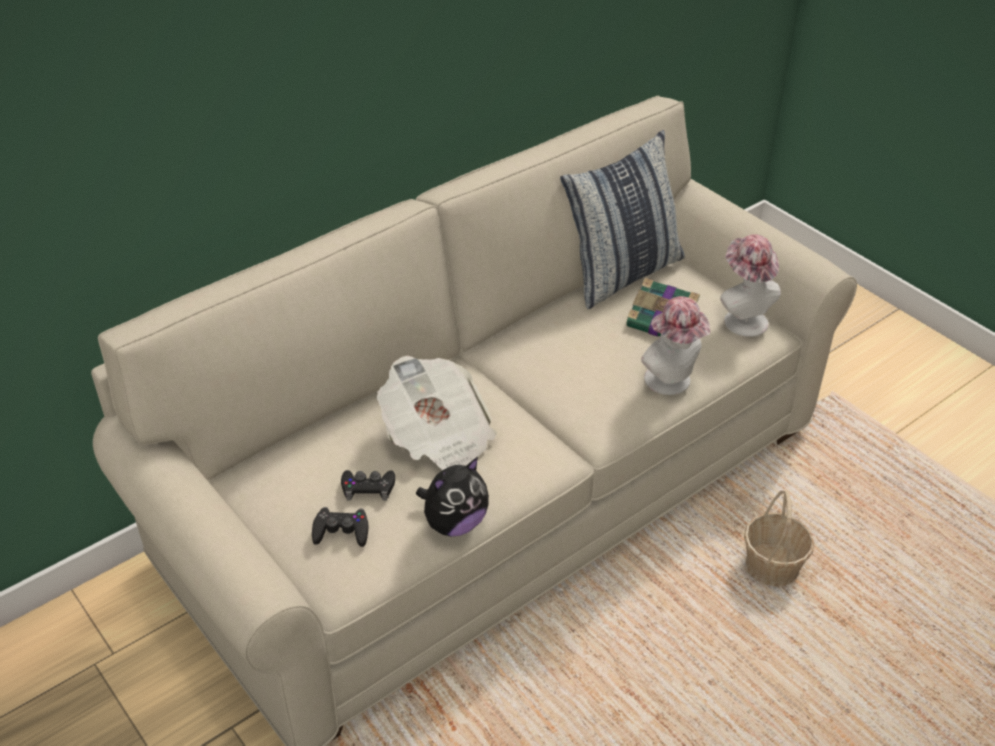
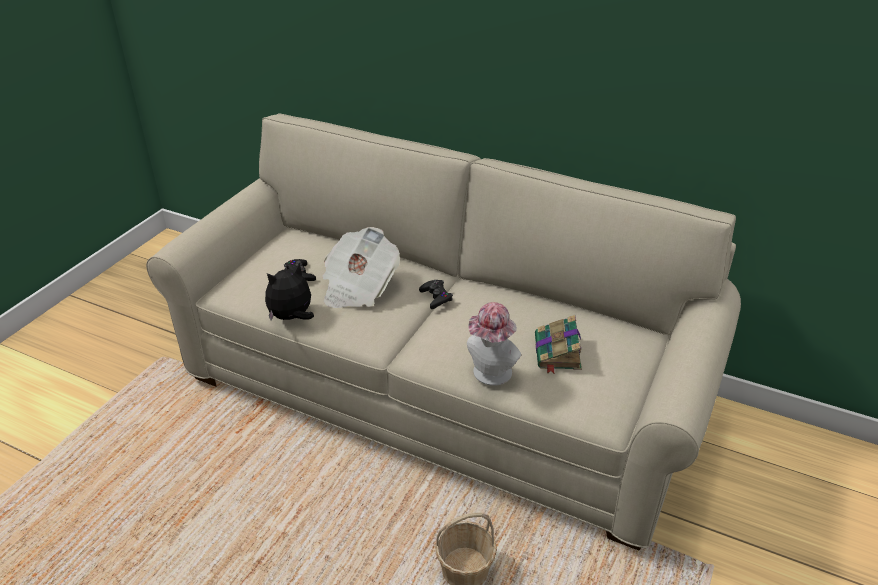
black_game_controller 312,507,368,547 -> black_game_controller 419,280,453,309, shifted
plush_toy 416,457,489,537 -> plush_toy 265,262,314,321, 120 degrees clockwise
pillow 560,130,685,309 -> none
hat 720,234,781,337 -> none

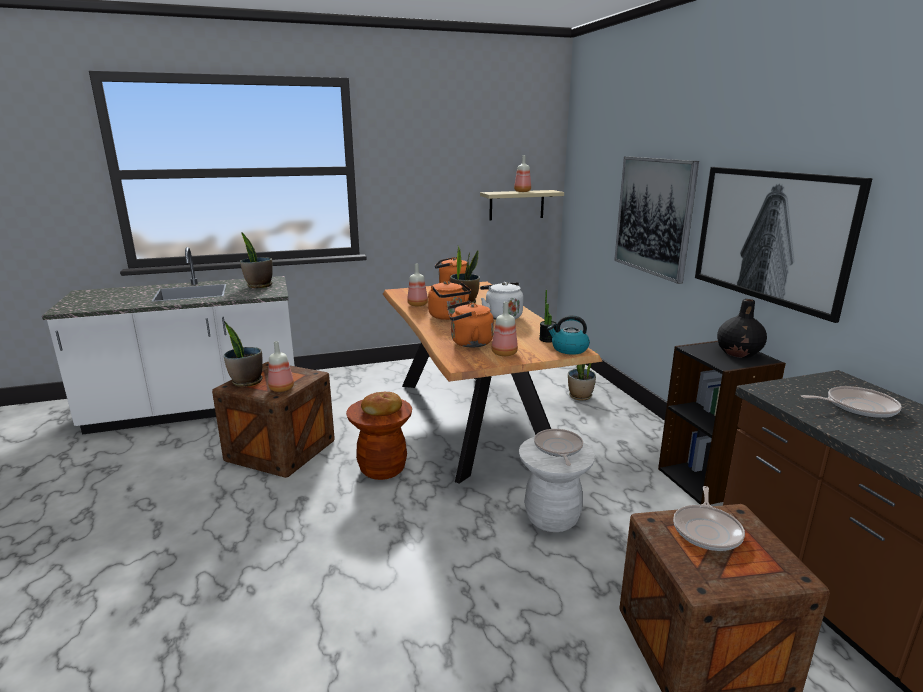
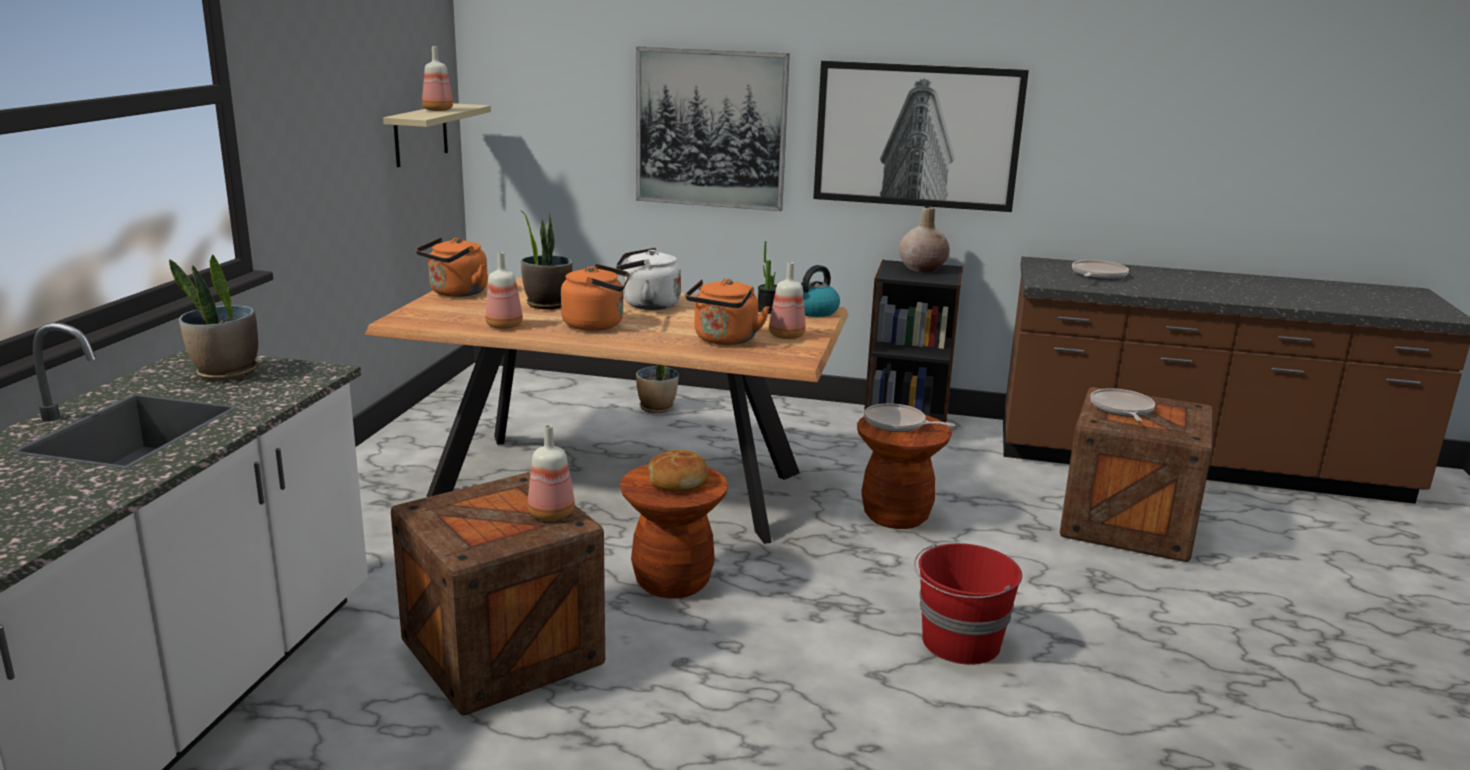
potted_plant 223,321,263,387 -> none
white_stool 519,437,595,532 -> brown_stool 857,415,952,529
frying_pan 673,486,745,551 -> frying_pan 1090,388,1155,421, 135 degrees counterclockwise
black_vase 717,299,767,358 -> beige_vase 899,206,950,272
none -> red_bucket 914,543,1022,665

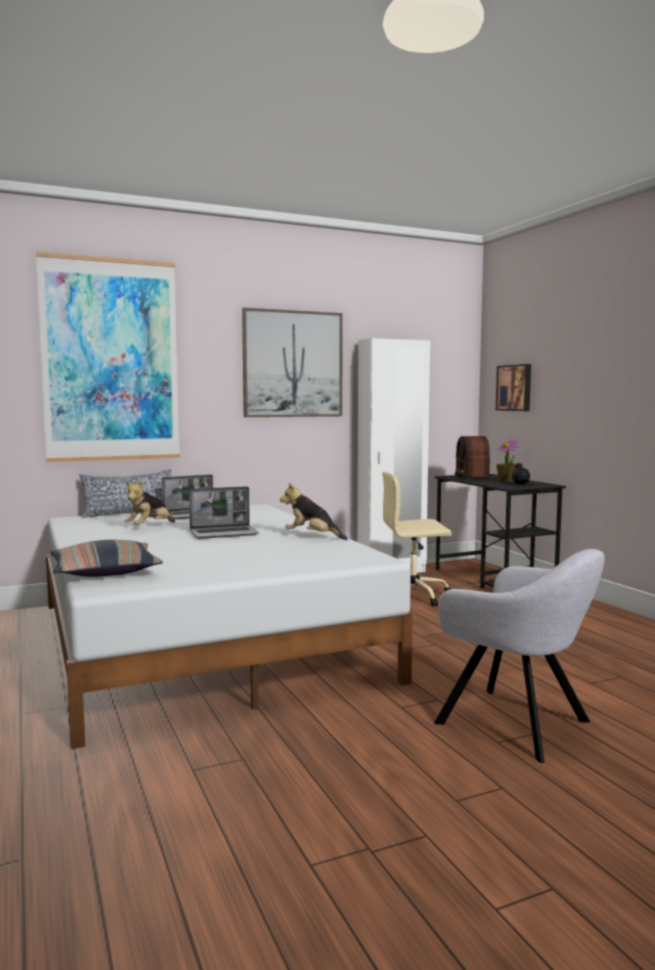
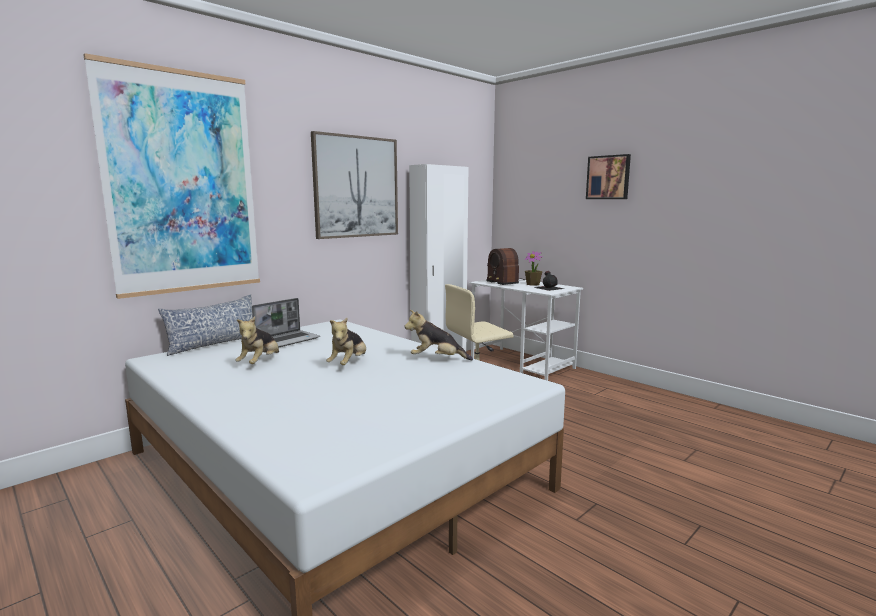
pillow 51,540,163,577 -> none
laptop 189,486,259,539 -> plush_toy 326,318,366,365
grey_armchair 434,549,605,763 -> none
black_desk 435,475,566,588 -> white_desk 470,279,583,381
picture 496,364,531,411 -> picture 586,154,631,199, shifted

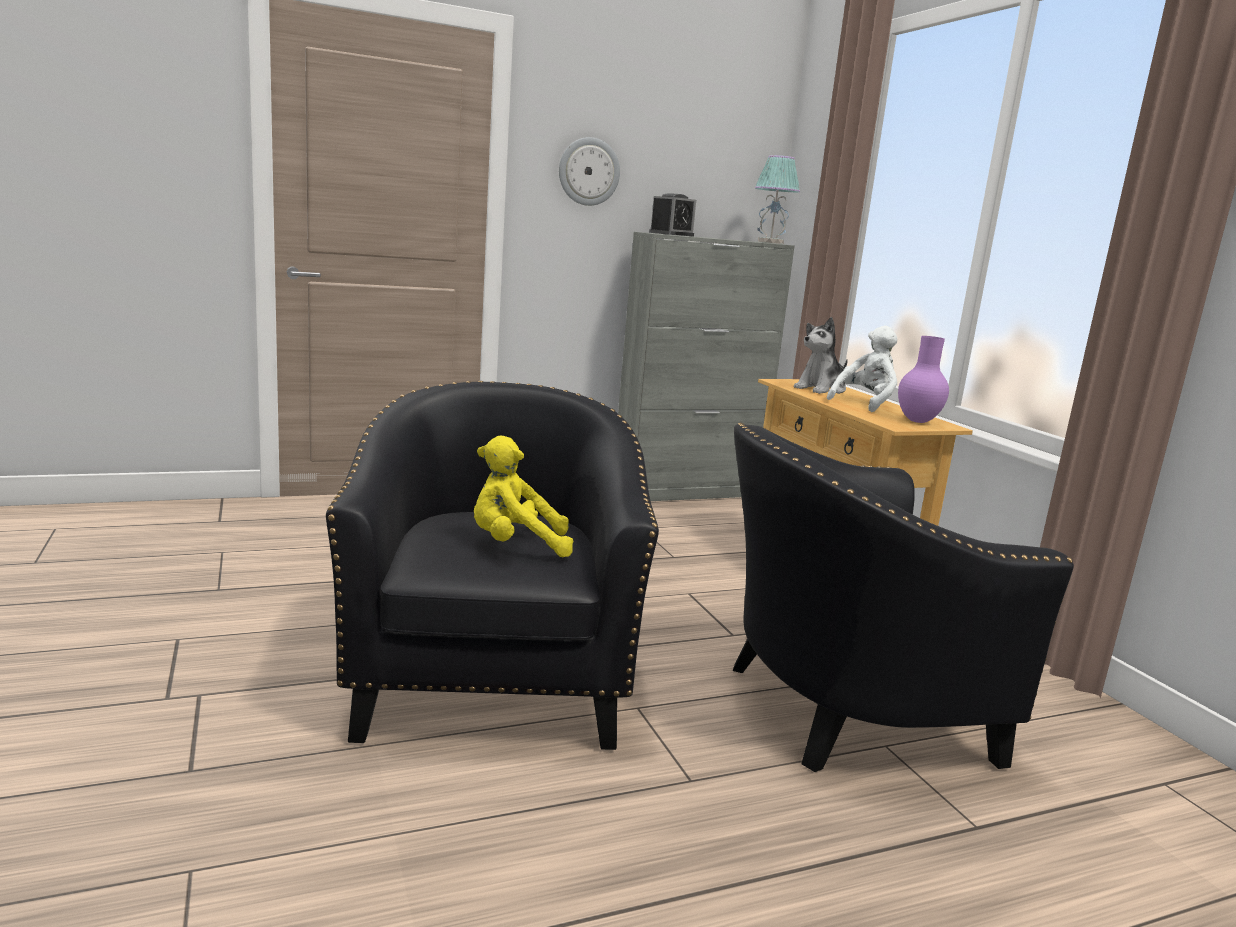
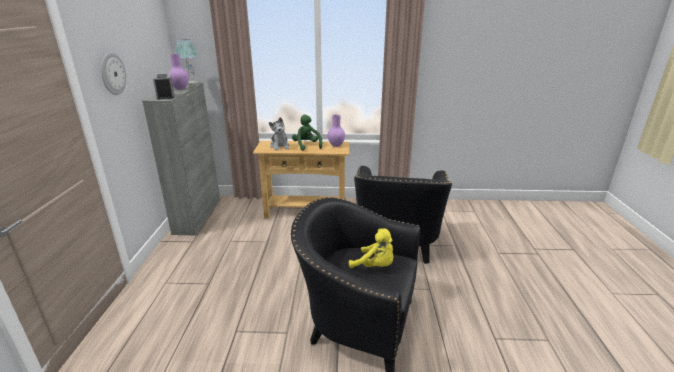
yellow_plush_toy 474,436,574,557 -> yellow_plush_toy 349,228,393,268, 75 degrees counterclockwise
white_plush_toy 827,326,897,412 -> green_plush_toy 292,115,322,151
none -> purple_vase 168,54,189,90

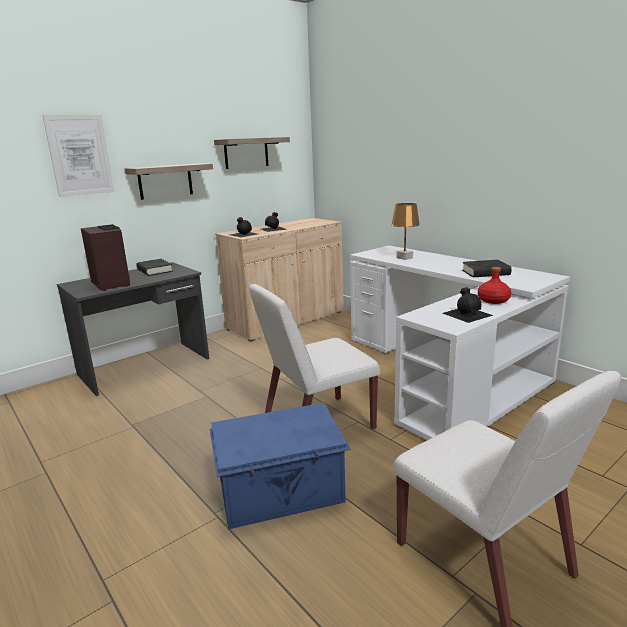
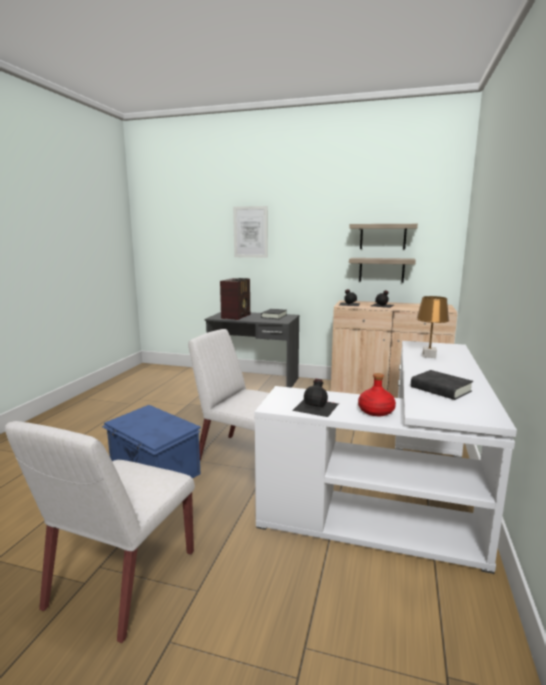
shelf 125,163,213,200 -> shelf 349,258,416,283, shifted

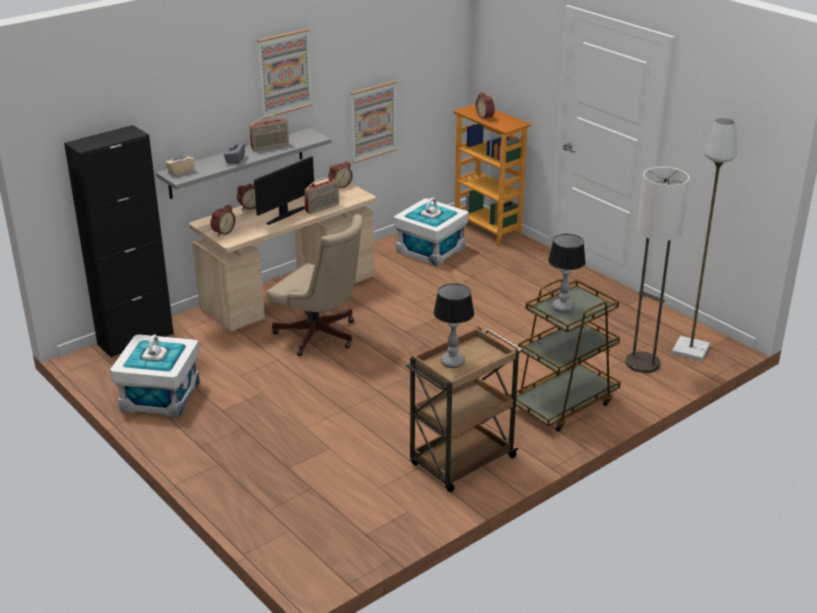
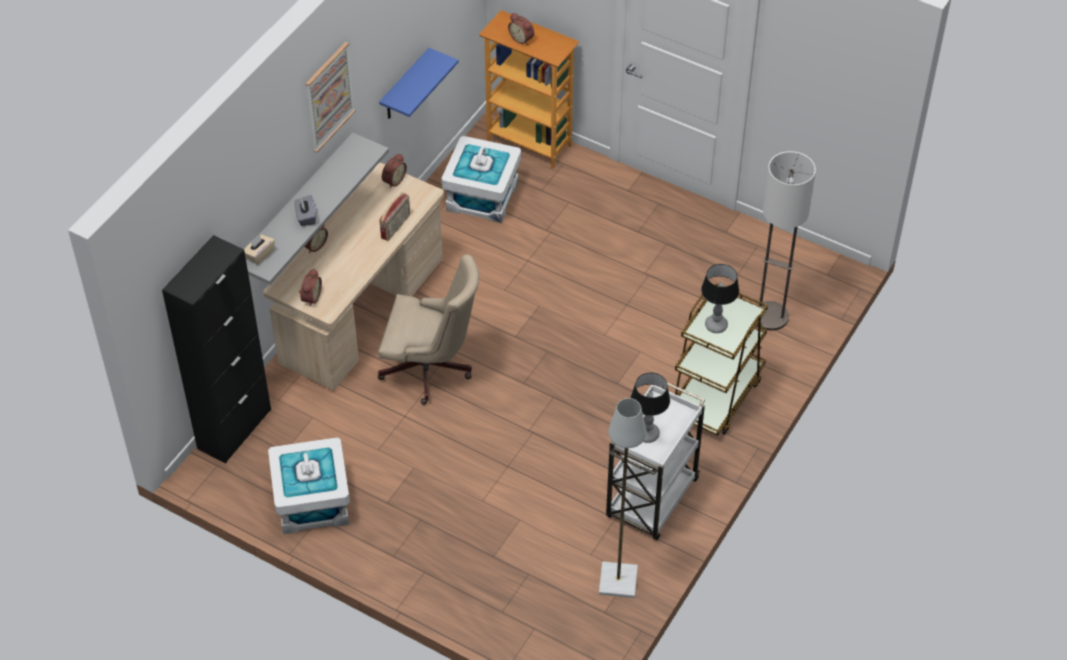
radio 249,115,289,151 -> none
monitor 254,156,314,225 -> none
picture 351,81,397,163 -> blue_shelf 379,48,459,119
brown_cart 406,327,522,492 -> white_cart 606,383,705,540
grey_floor_lamp 672,118,737,361 -> grey_floor_lamp 599,398,646,598, shifted

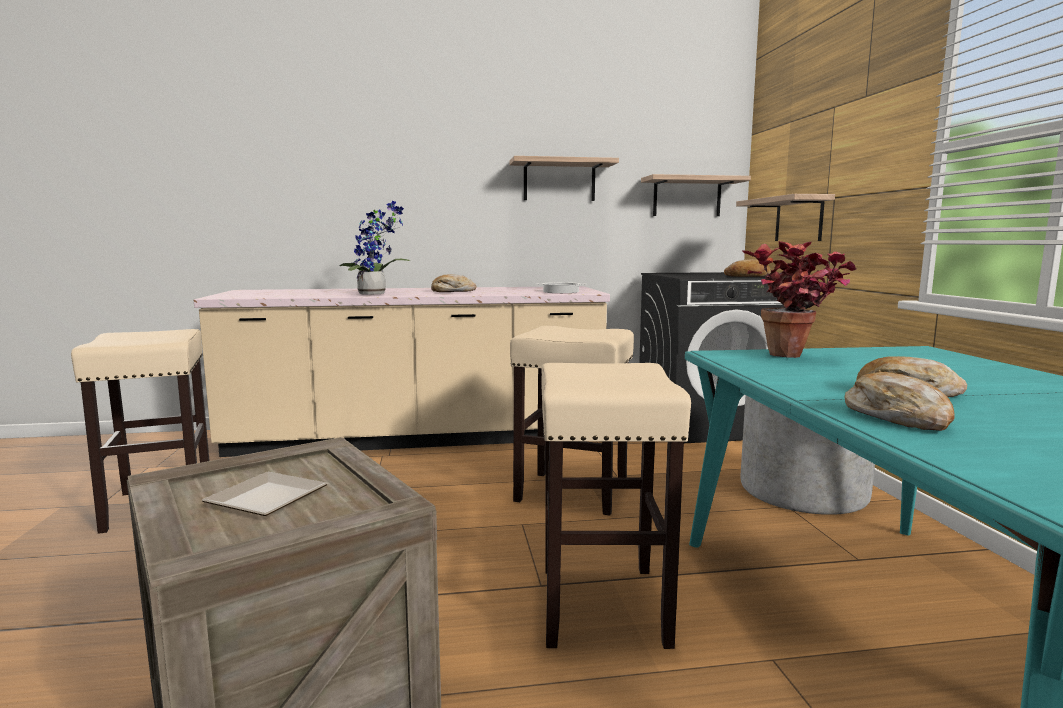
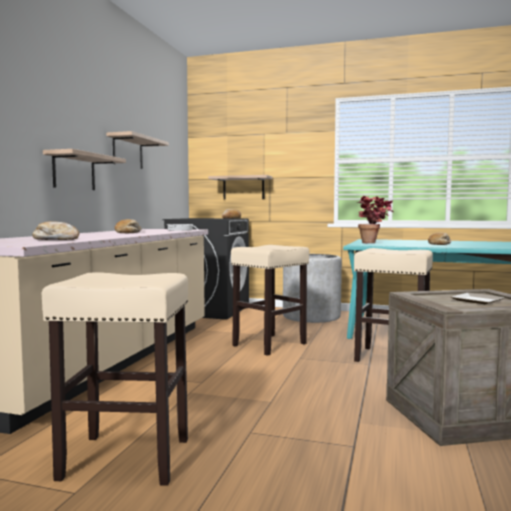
potted_plant 340,201,411,295 -> none
shelf 641,174,751,216 -> shelf 43,149,126,190, shifted
bread 845,372,955,431 -> bread 32,221,79,240, shifted

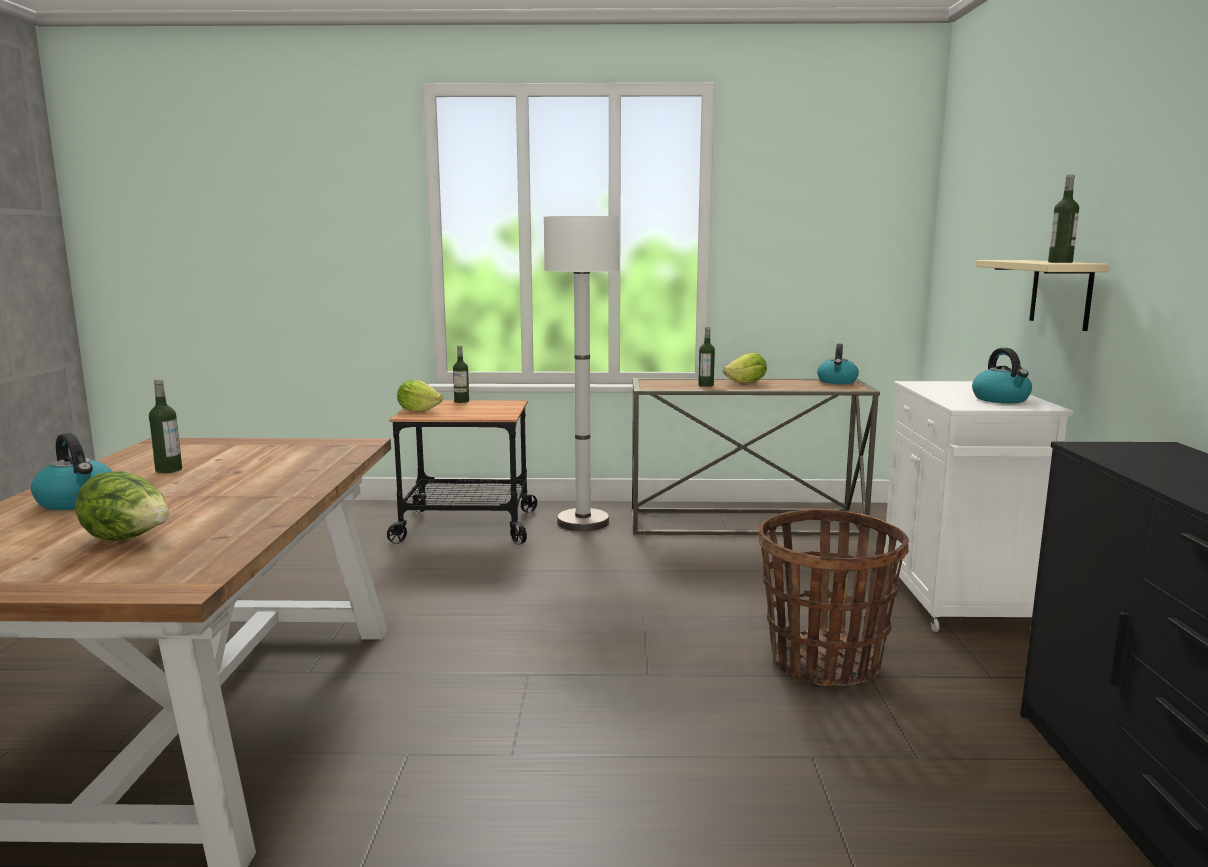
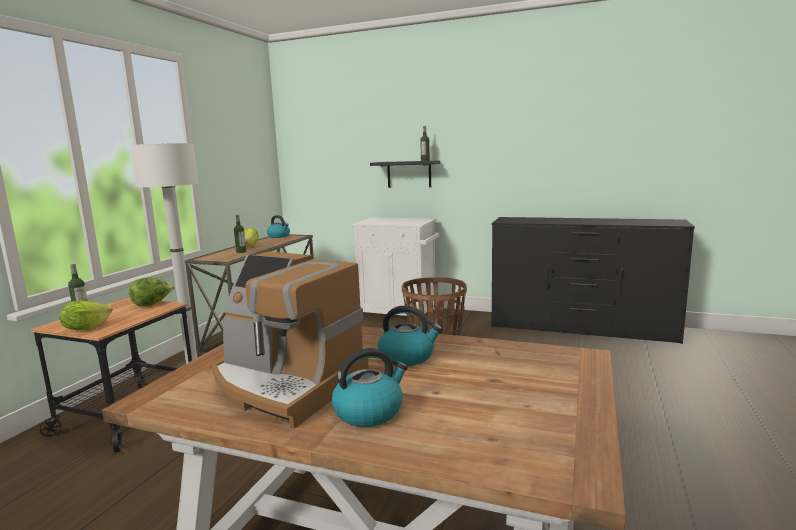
lettuce 76,472,169,541 -> lettuce 129,278,174,306, shifted
bottle 149,379,182,473 -> coffee_machine 212,251,369,429
kettle 972,348,1032,403 -> kettle 378,306,442,366, shifted
beige_shelf 976,260,1110,331 -> black_shelf 370,160,440,188

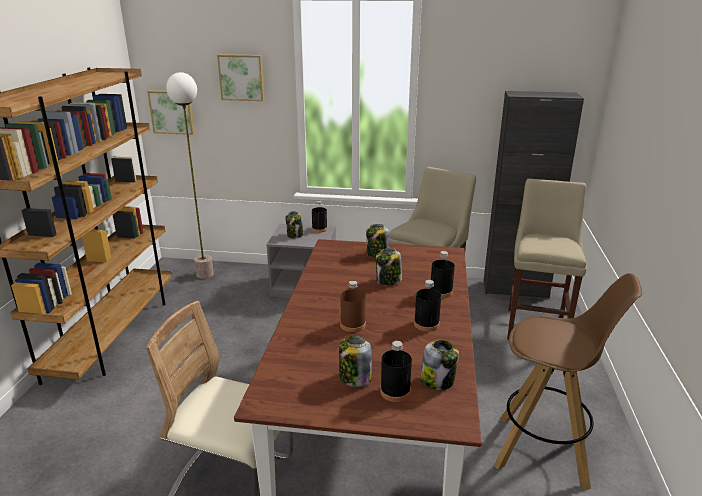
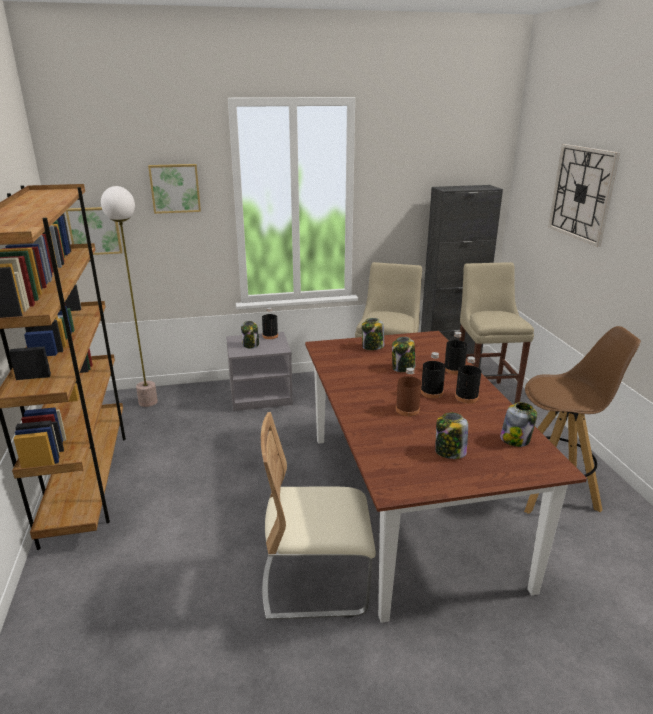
black_bottle 380,341,412,402 -> black_bottle 421,352,445,398, shifted
none -> wall_clock 548,144,620,247

